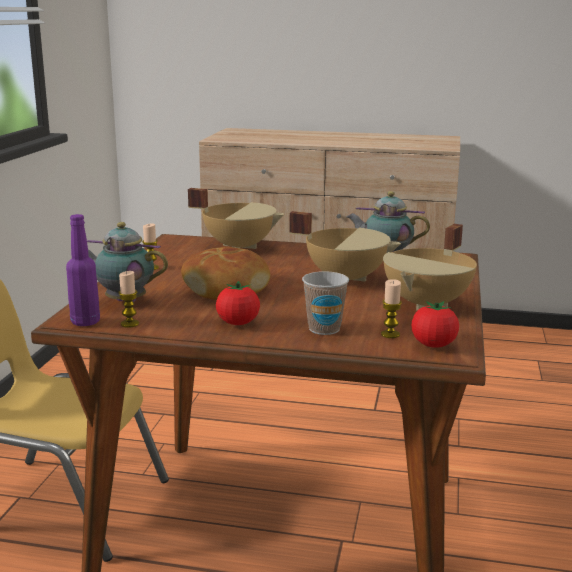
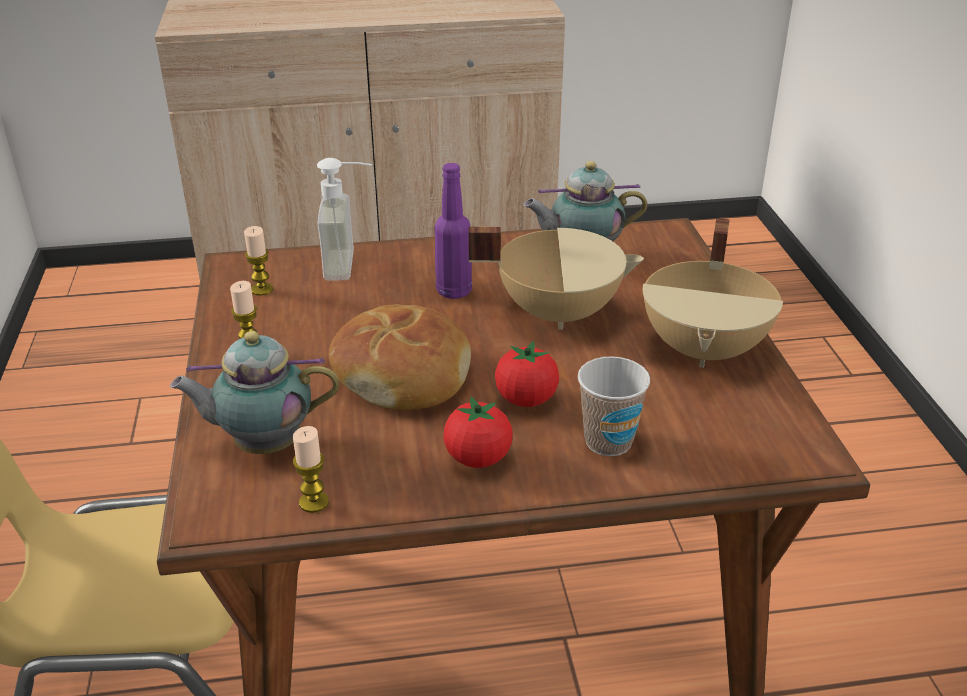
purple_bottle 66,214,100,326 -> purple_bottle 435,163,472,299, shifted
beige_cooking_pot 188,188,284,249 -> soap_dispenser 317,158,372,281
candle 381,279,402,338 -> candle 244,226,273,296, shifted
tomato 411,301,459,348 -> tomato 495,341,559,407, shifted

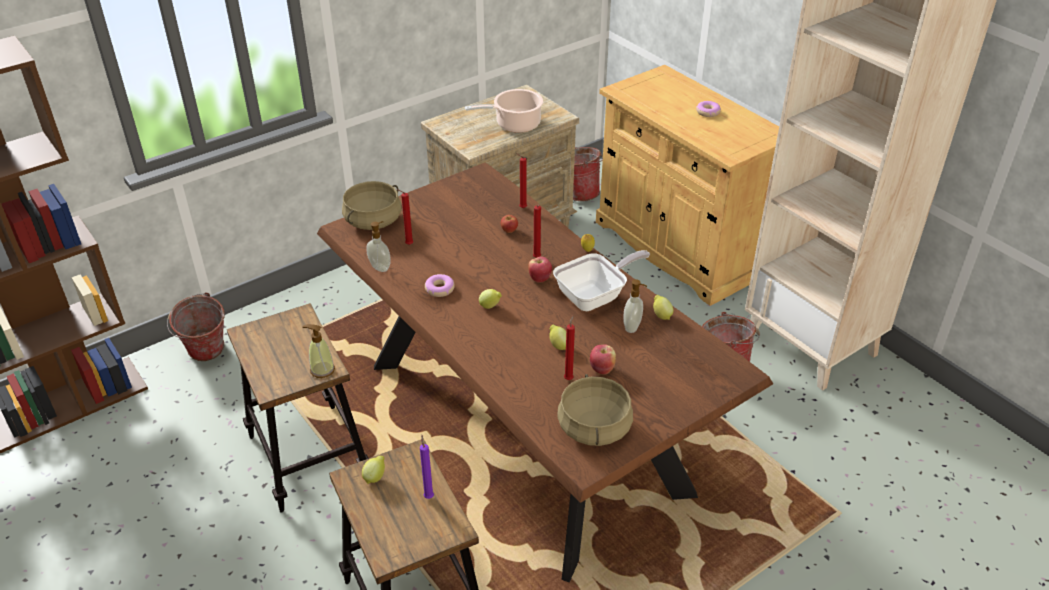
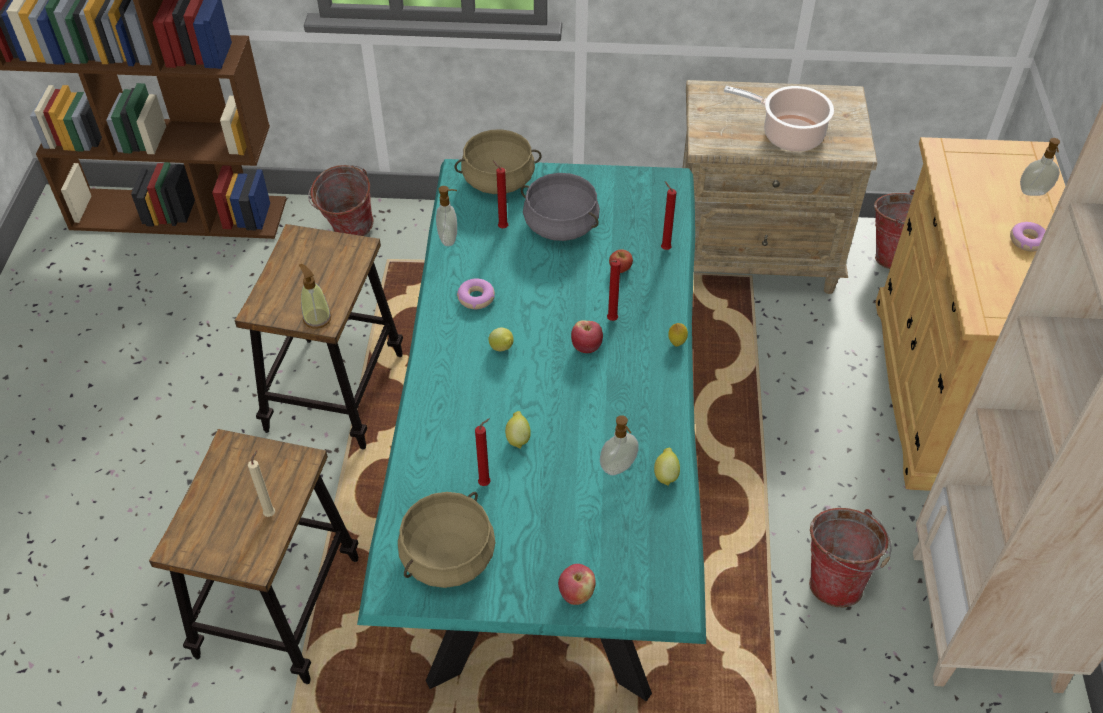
brown_dining_table 317,162,773,583 -> turquoise_dining_table 357,159,706,701
lemon 362,456,385,484 -> none
purple_candle 420,435,434,499 -> beige_candle 248,450,275,517
frying_pan 553,250,650,311 -> none
apple 590,345,616,375 -> apple 558,564,596,605, shifted
none -> grey_cooking_pot 521,173,600,241
none -> soap_dispenser 1020,138,1060,196

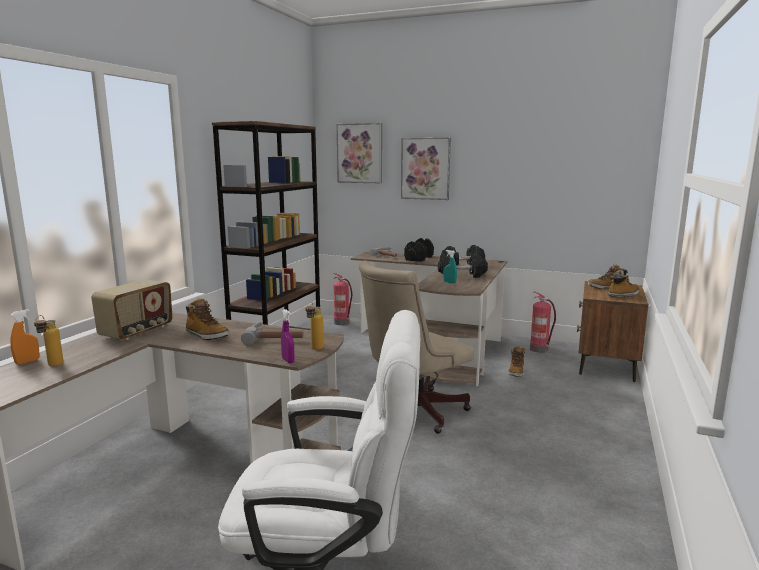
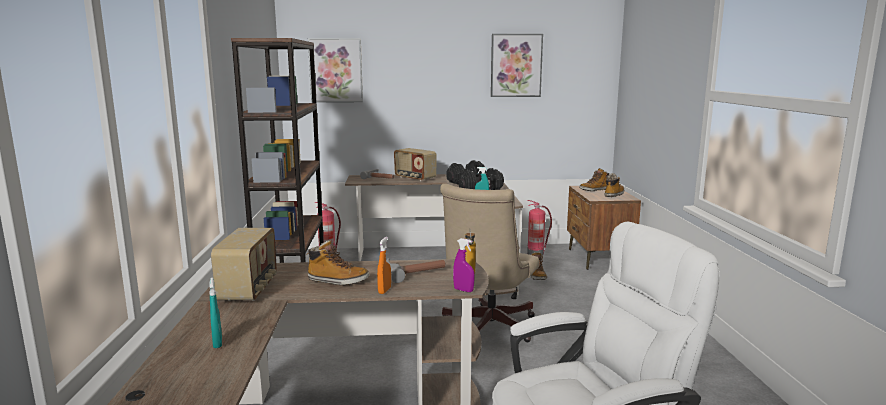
orange_spray_bottle 10,309,40,365 -> orange_spray_bottle 377,237,391,294, shifted
bottle 34,315,64,366 -> turquoise_spray_bottle 209,277,222,348
picture 401,138,451,200 -> picture 491,34,543,97, shifted
black_dumbbell 404,238,434,262 -> radio 394,148,437,181

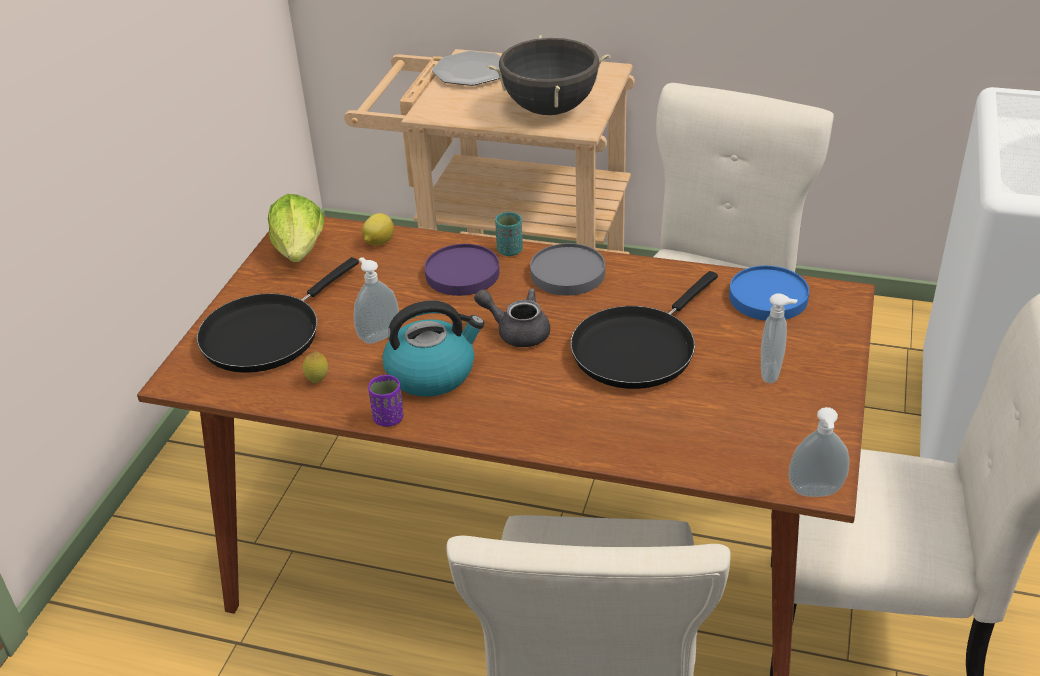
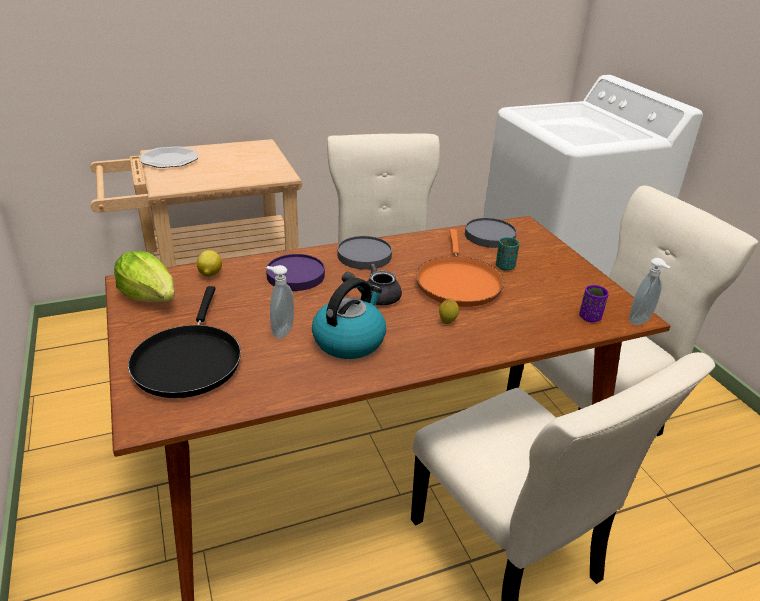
lemon 302,352,328,383 -> lemon 439,298,459,324, shifted
purple_cup 368,375,403,427 -> purple_cup 579,285,609,322, shifted
black_cooking_pot 487,35,611,115 -> none
turquoise_cup 495,212,523,256 -> turquoise_cup 496,237,520,271, shifted
black_frying_pan 570,271,718,389 -> orange_frying_pan 416,229,504,307
blue_plate 729,266,809,321 -> grey_plate 465,218,517,248
soap_dispenser 761,293,797,383 -> none

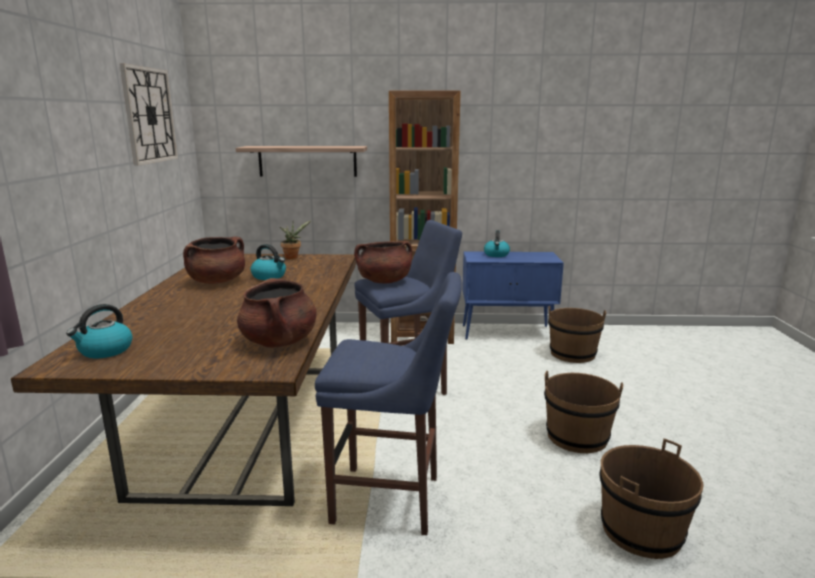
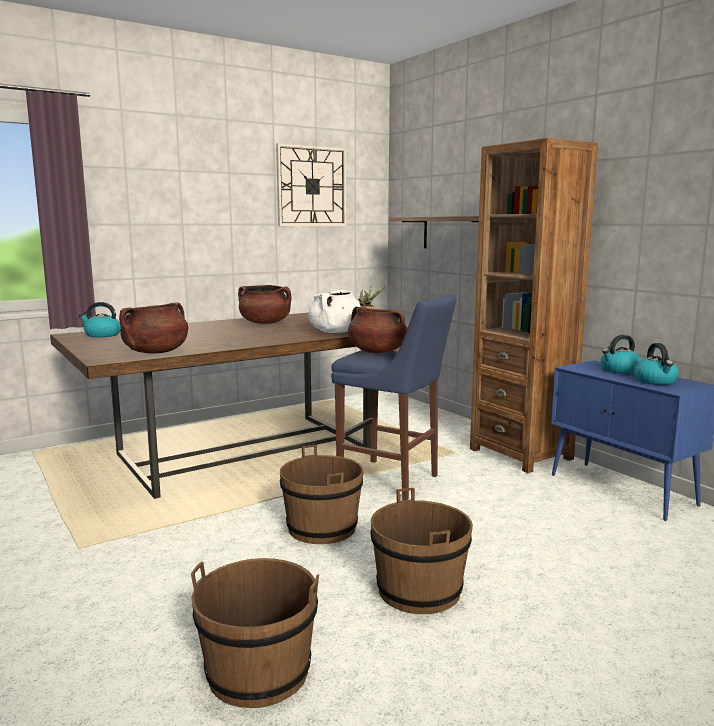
kettle 251,244,286,280 -> kettle 634,343,679,385, shifted
blue_stool 315,272,462,535 -> none
brown_bucket 548,306,606,363 -> brown_bucket 280,445,364,544, shifted
none -> white_cooking_pot 308,290,361,333

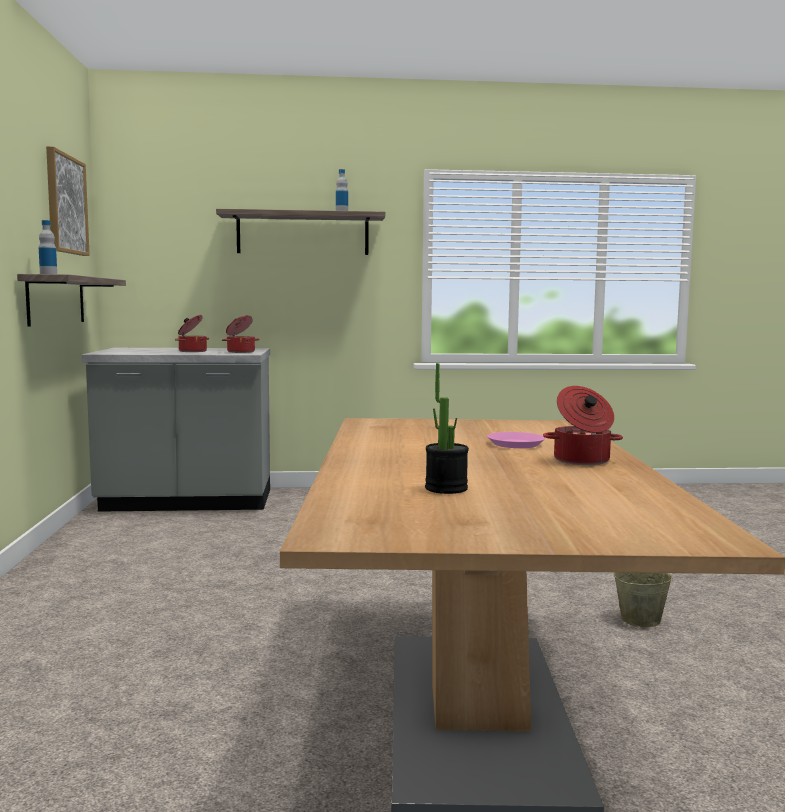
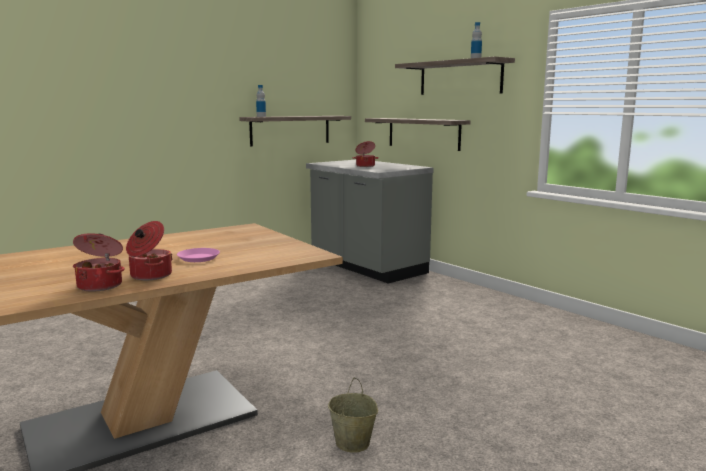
picture 46,146,90,256 -> none
cooking_pot 222,315,260,353 -> cooking_pot 73,233,125,292, shifted
potted_plant 425,363,469,494 -> none
none -> shelf 365,118,471,151

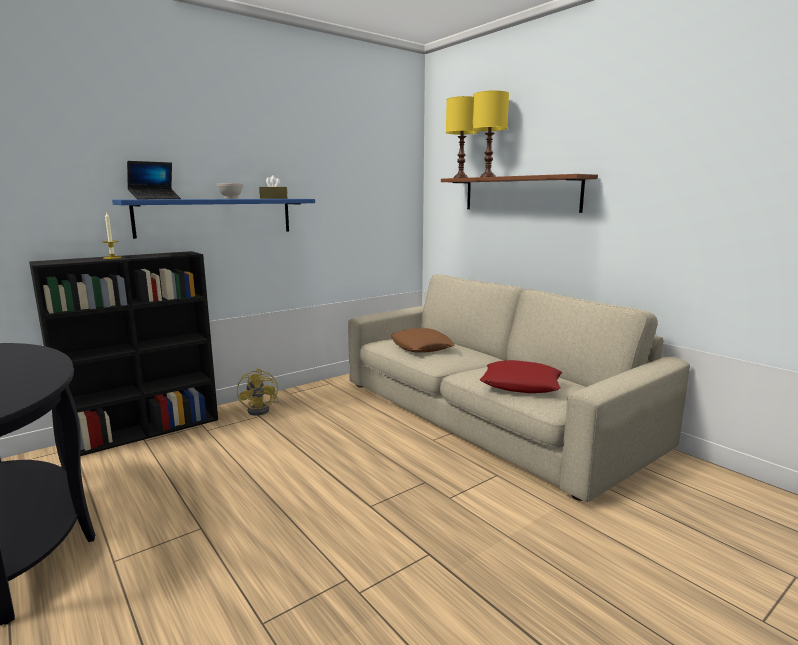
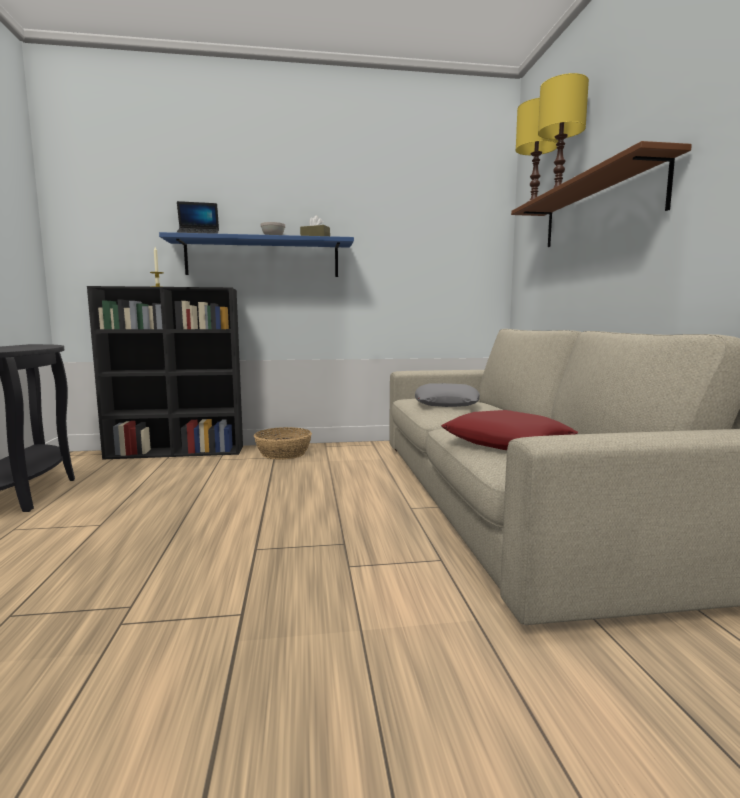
yellow_fan 237,368,279,416 -> basket 254,427,312,460
brown_pillow 391,328,454,353 -> grey_pillow 415,383,479,407

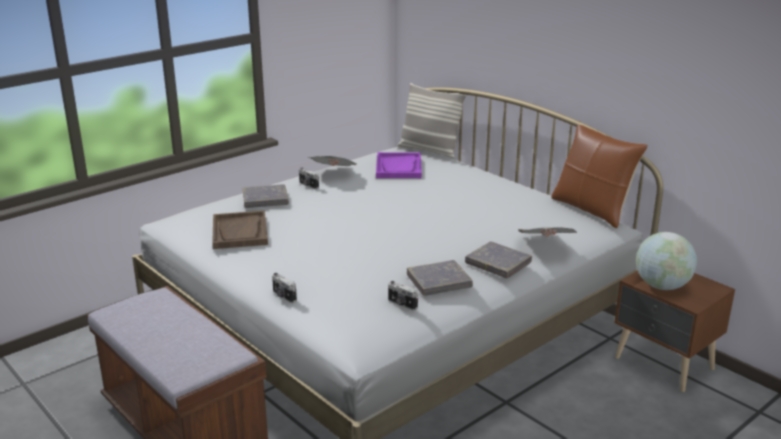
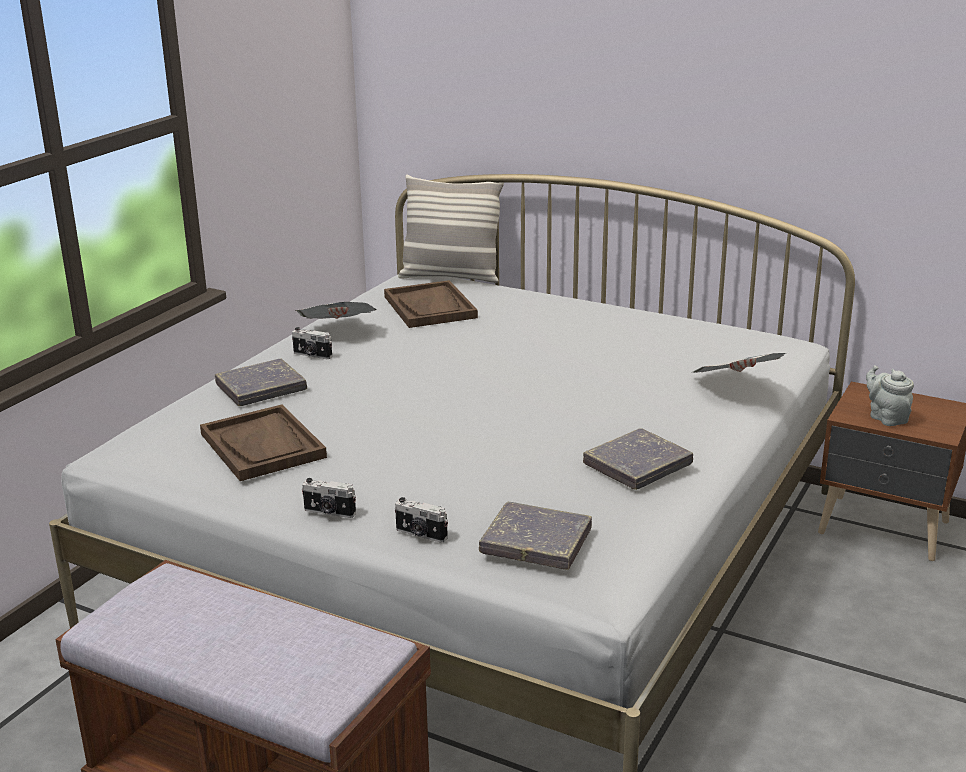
purple_tray 376,152,422,178 -> brown_tray 384,280,478,328
photo_camera 388,281,418,310 -> photo_camera 302,478,356,518, shifted
grey_book 465,241,532,278 -> grey_book 479,502,592,570, shifted
brown_pillow 552,121,648,228 -> none
globe 636,232,697,290 -> grey_teapot 866,365,914,426

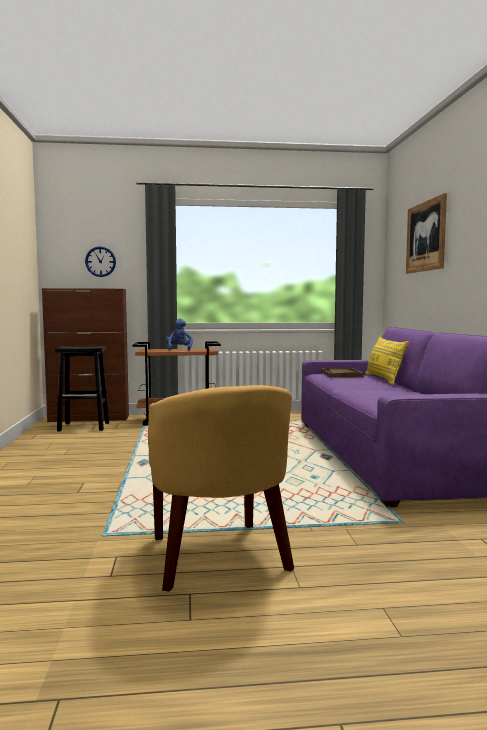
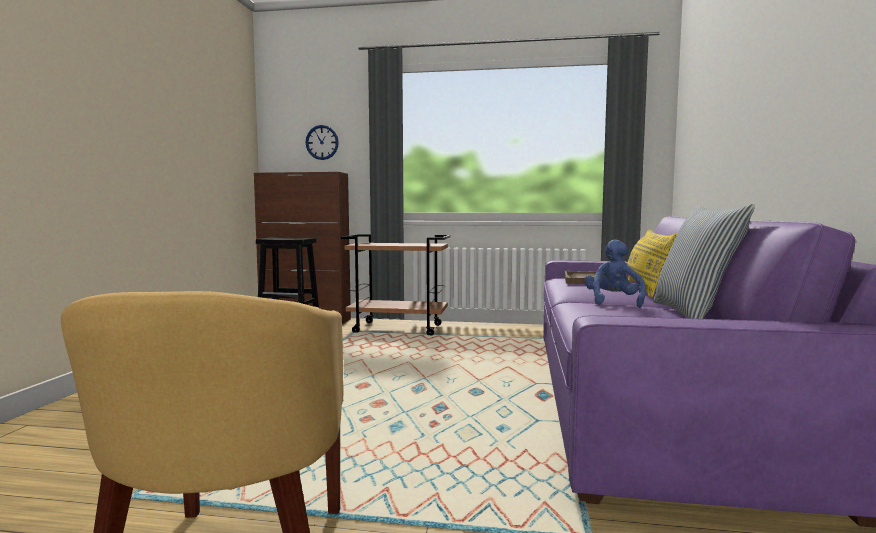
blue_plush_toy 165,319,193,351 -> blue_plush_toy 584,239,646,308, shifted
picture 406,193,447,274 -> none
none -> pillow 653,204,755,319

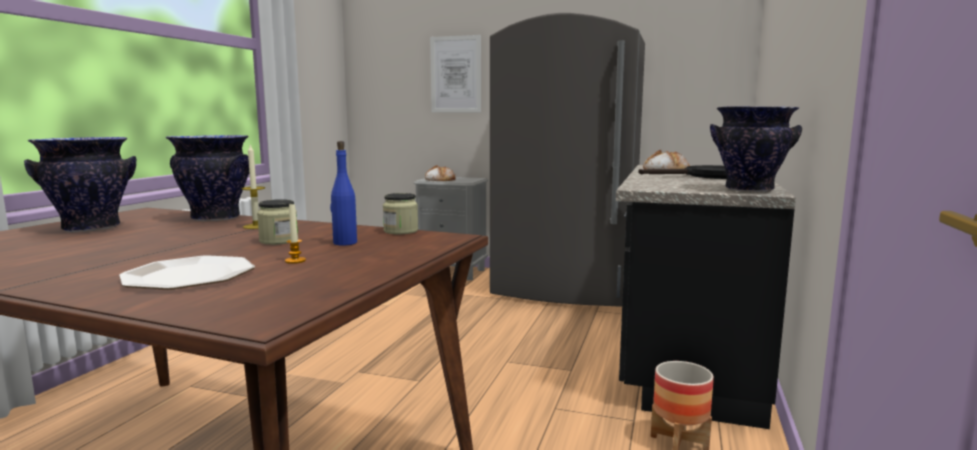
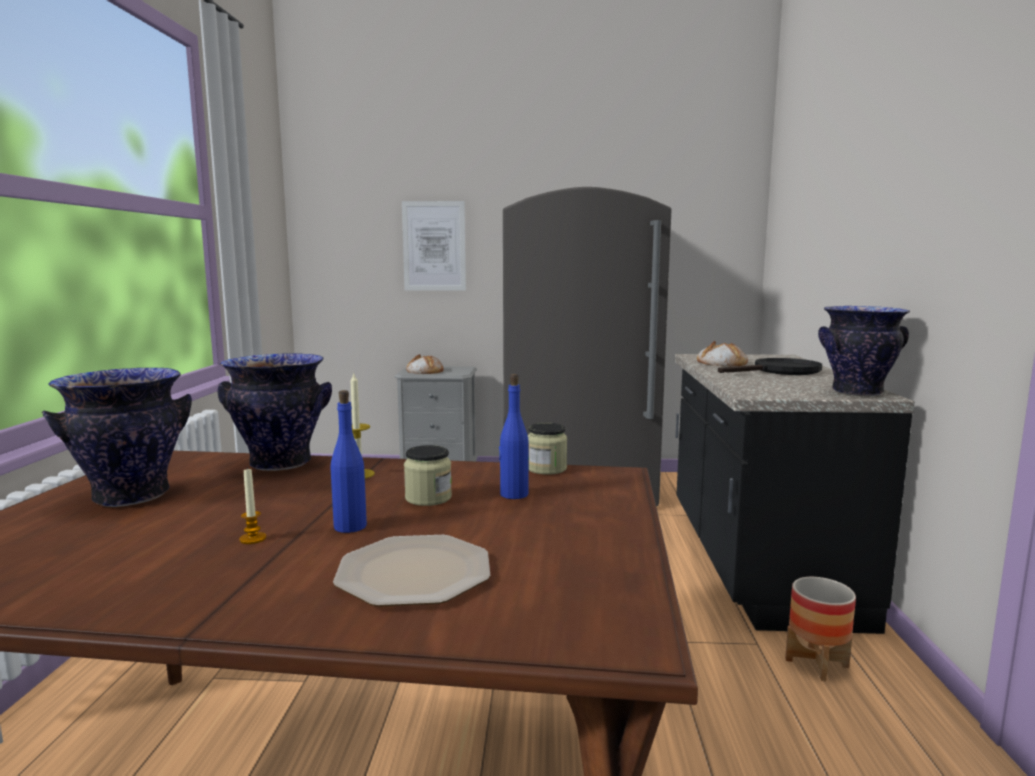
candle 285,204,306,264 -> candle 239,467,266,544, shifted
none -> blue_bottle 331,390,367,533

